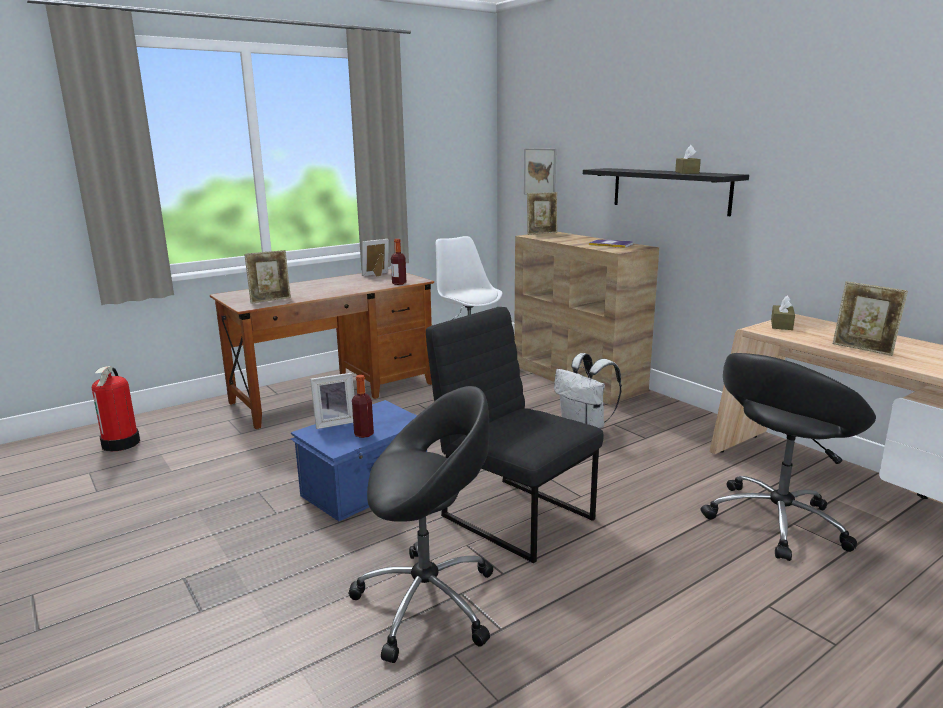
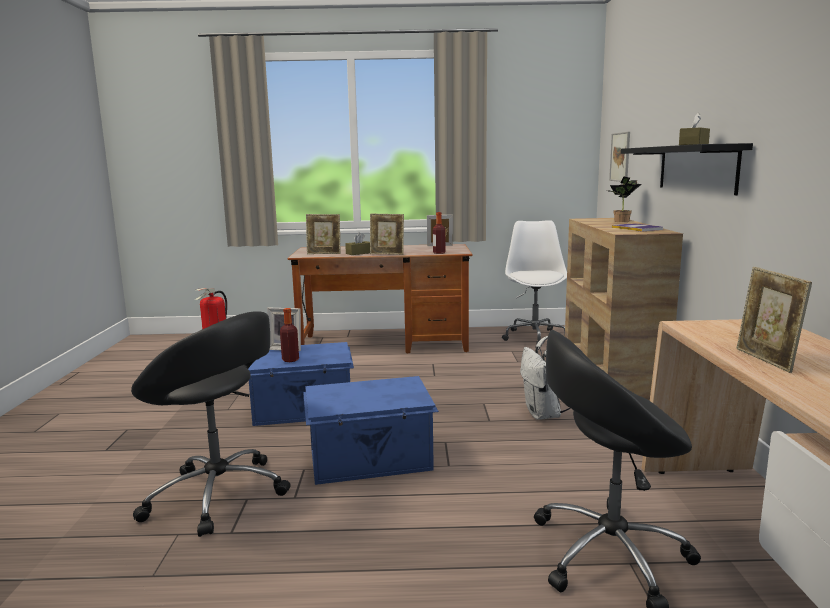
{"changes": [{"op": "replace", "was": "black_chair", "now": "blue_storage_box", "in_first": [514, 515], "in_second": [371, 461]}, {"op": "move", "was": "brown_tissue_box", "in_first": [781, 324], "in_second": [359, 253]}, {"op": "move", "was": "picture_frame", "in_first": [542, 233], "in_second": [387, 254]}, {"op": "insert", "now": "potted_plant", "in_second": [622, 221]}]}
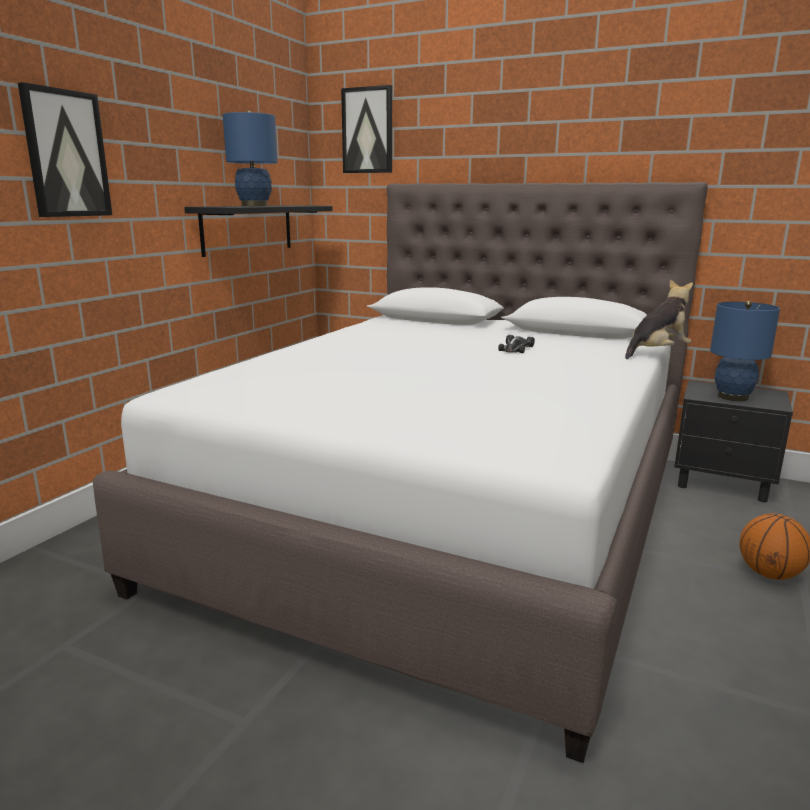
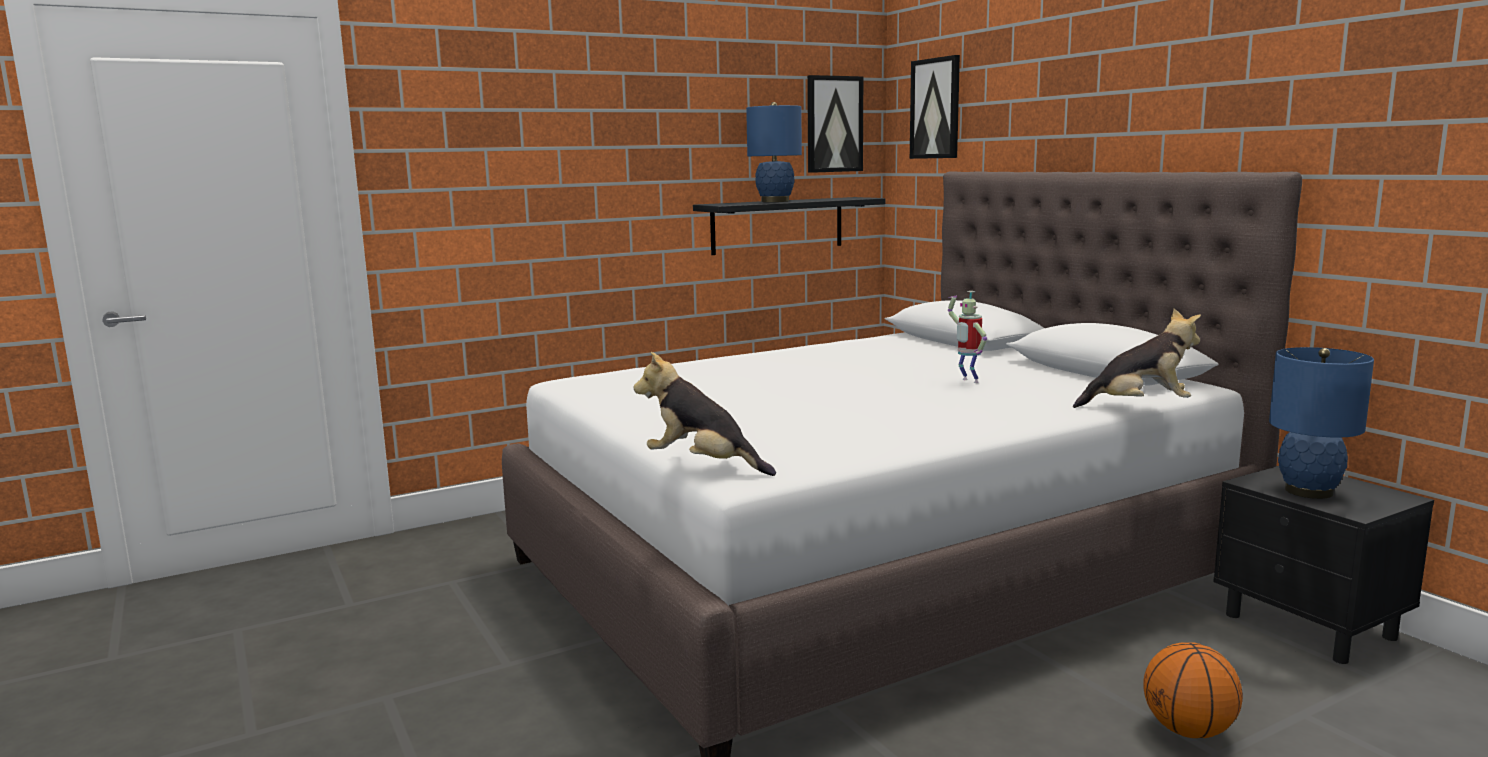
{"changes": [{"op": "insert", "now": "plush_toy", "in_second": [703, 465]}, {"op": "move", "was": "picture", "in_first": [66, 154], "in_second": [834, 124]}, {"op": "replace", "was": "toy_car", "now": "toy_robot", "in_first": [515, 348], "in_second": [967, 381]}]}
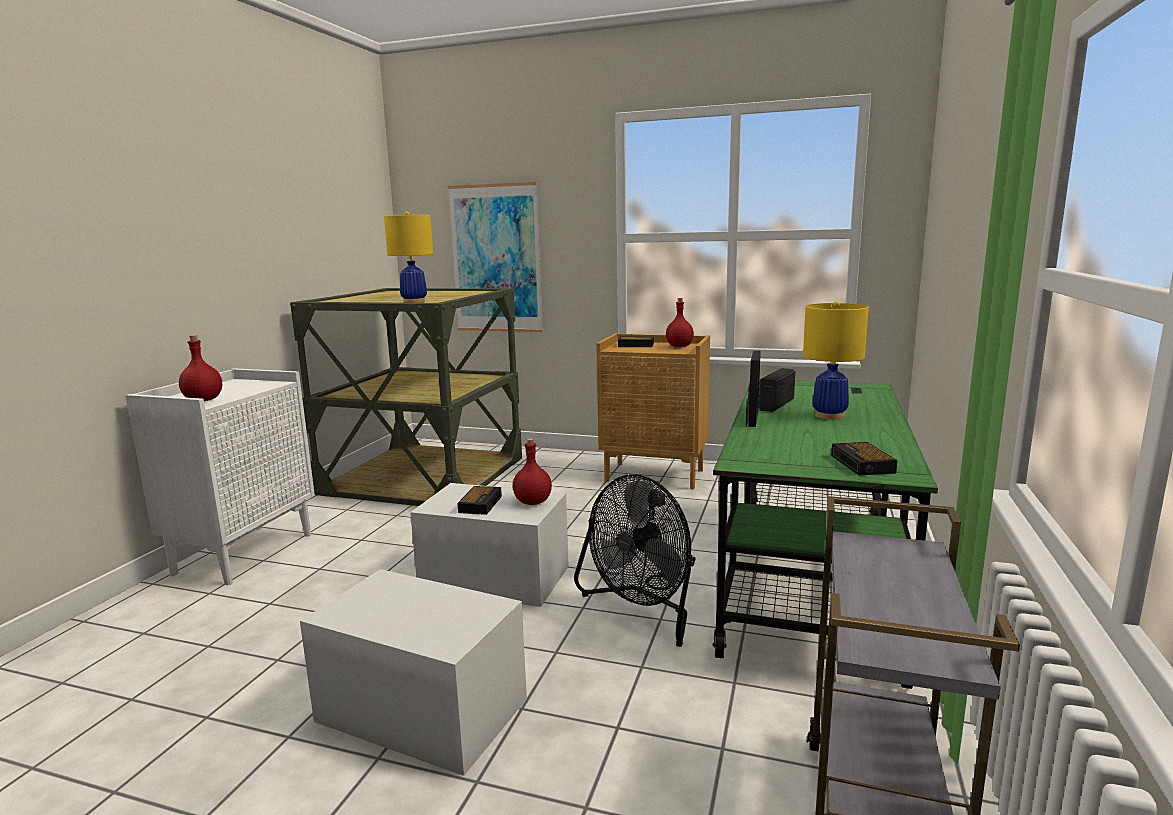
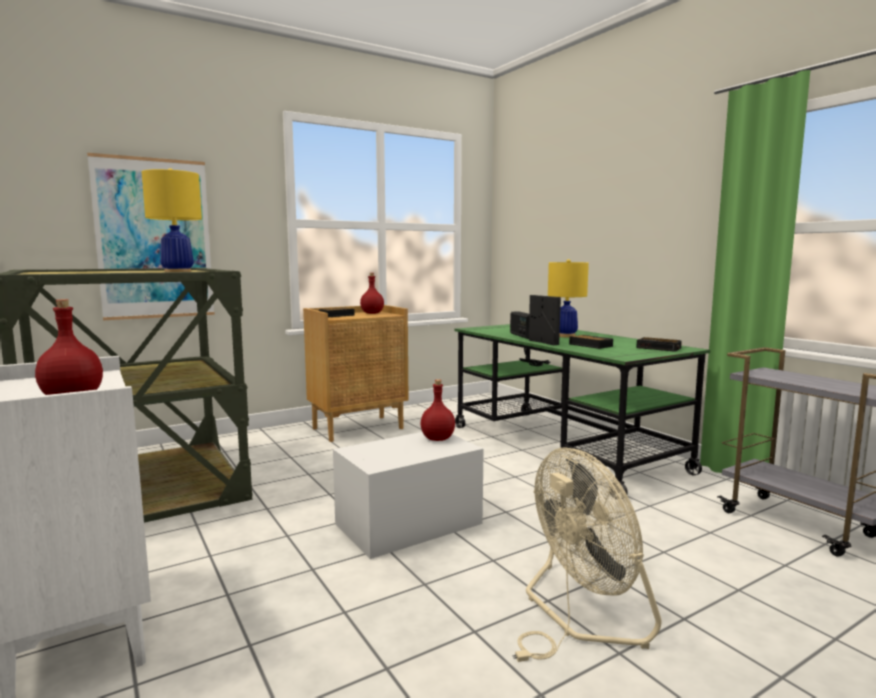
{"changes": [{"op": "replace", "was": "white_storage_box", "now": "beige_fan", "in_first": [421, 710], "in_second": [570, 613]}, {"op": "move", "was": "alarm_clock", "in_first": [480, 504], "in_second": [589, 345]}, {"op": "delete", "was": "black_fan", "in_first": [643, 607]}]}
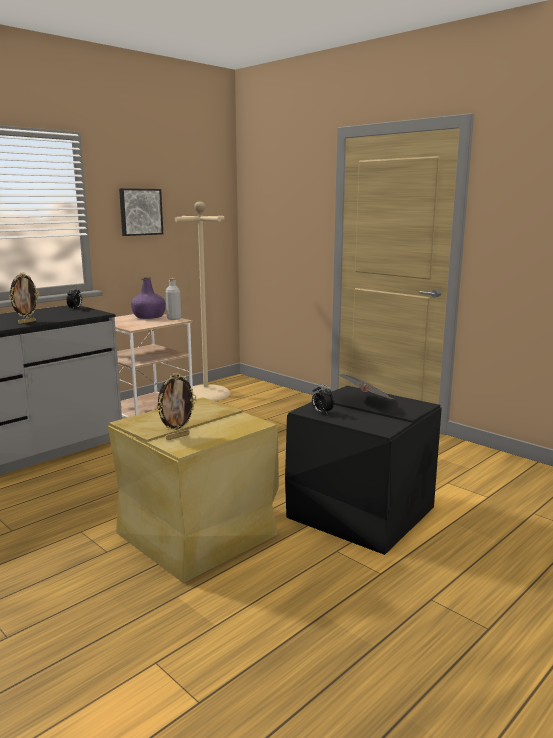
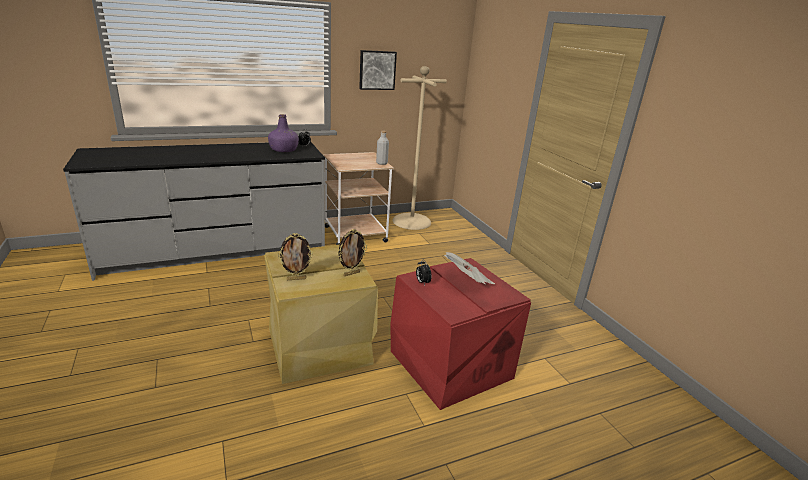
{"changes": [{"op": "move", "was": "purple_bottle", "in_first": [149, 317], "in_second": [284, 150]}, {"op": "move", "was": "picture_frame", "in_first": [26, 322], "in_second": [351, 273]}, {"op": "recolor", "was": "black_storage_box", "now": "red_storage_box", "in_first": [361, 513], "in_second": [450, 365]}]}
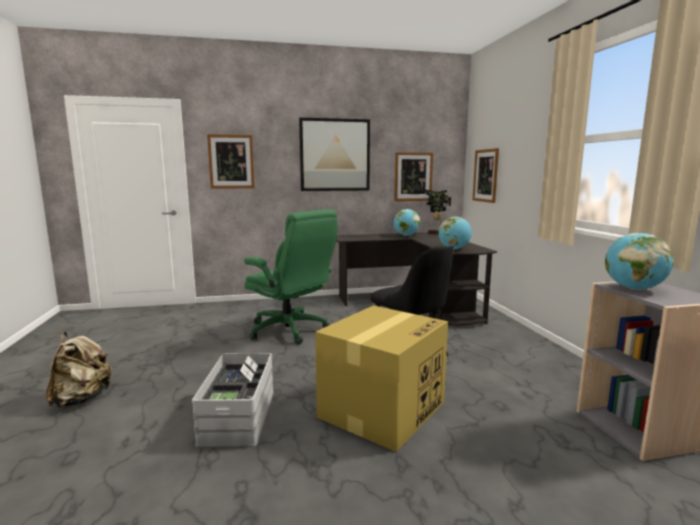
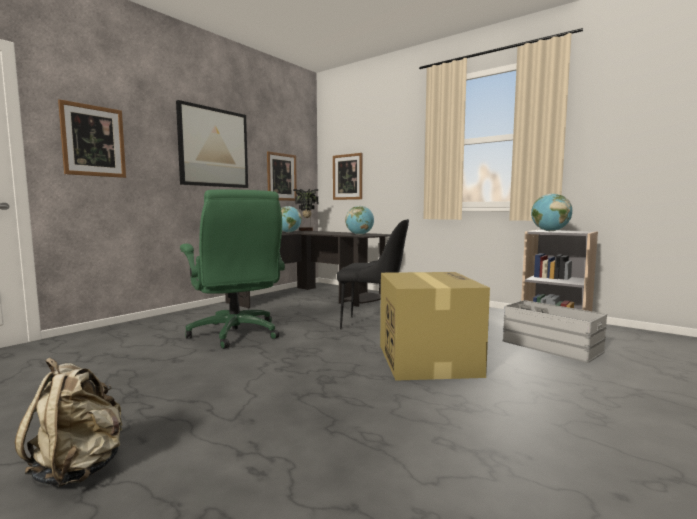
{"changes": [{"op": "rotate", "was": "green_office_chair", "in_first": [291, 331], "in_second": [236, 335], "clockwise": 60}, {"op": "move", "was": "grey_storage_box", "in_first": [237, 415], "in_second": [550, 346]}]}
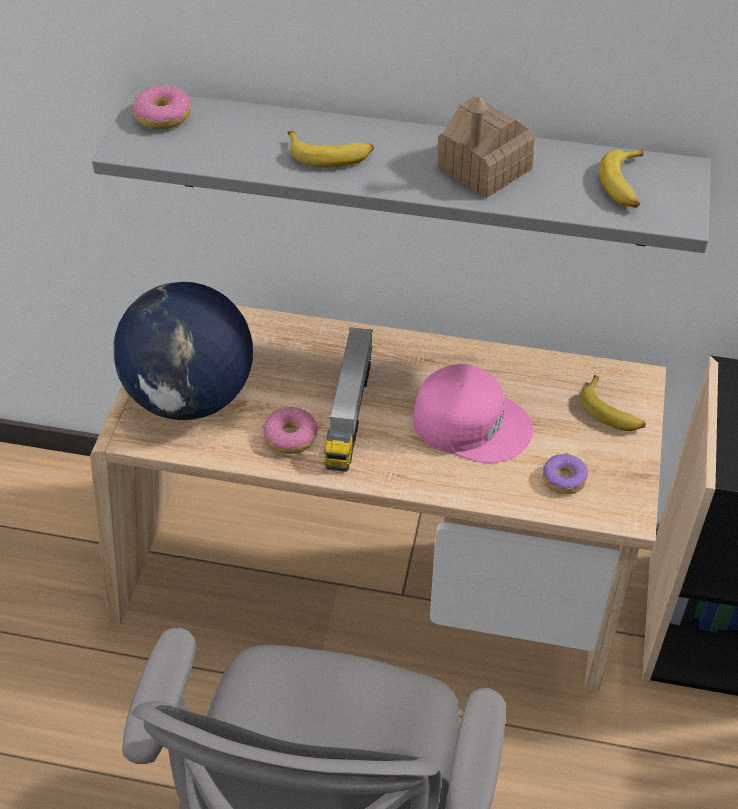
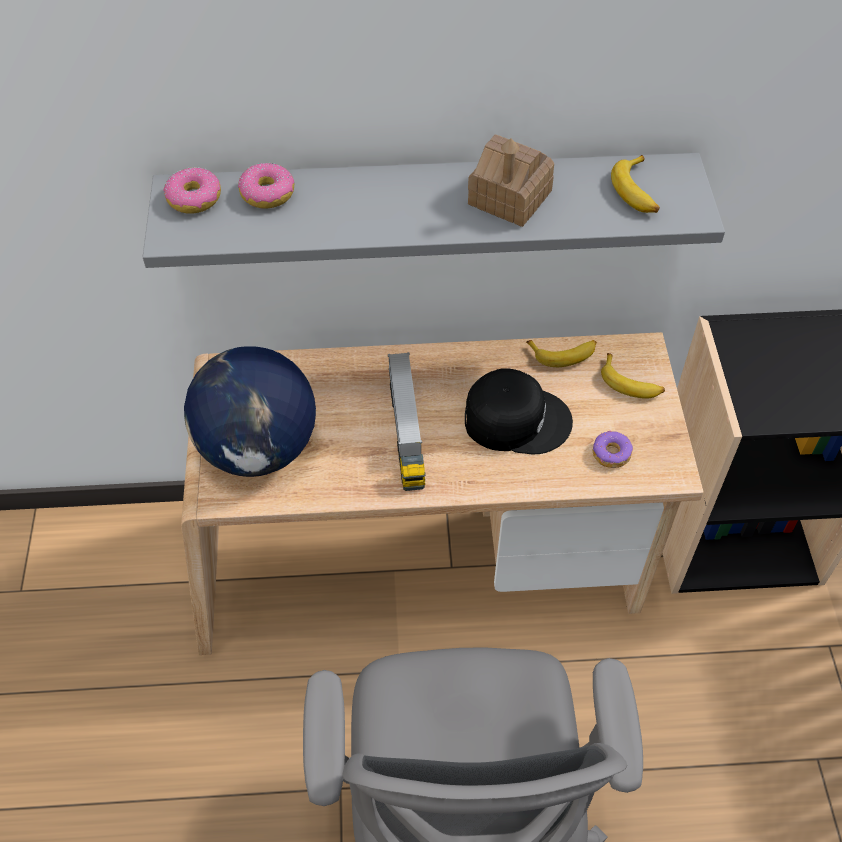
{"changes": [{"op": "move", "was": "donut", "in_first": [291, 437], "in_second": [268, 194]}, {"op": "recolor", "was": "pink_cap", "now": "black_cap", "in_first": [471, 422], "in_second": [516, 418]}, {"op": "move", "was": "banana", "in_first": [330, 155], "in_second": [563, 354]}]}
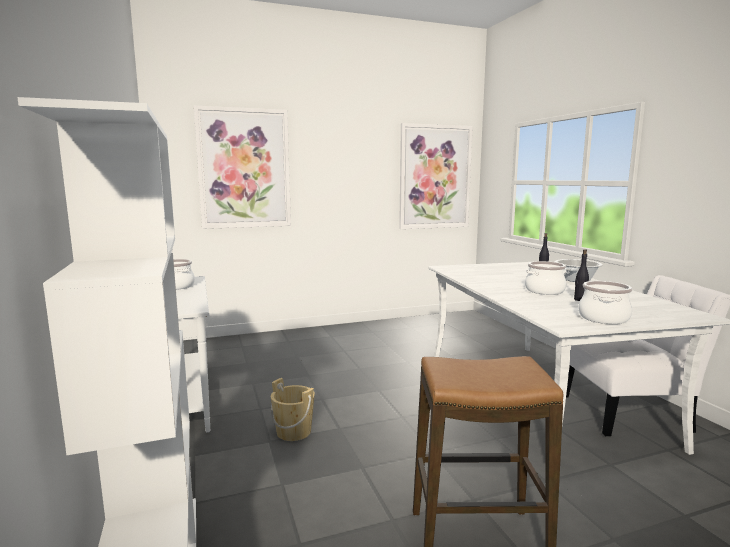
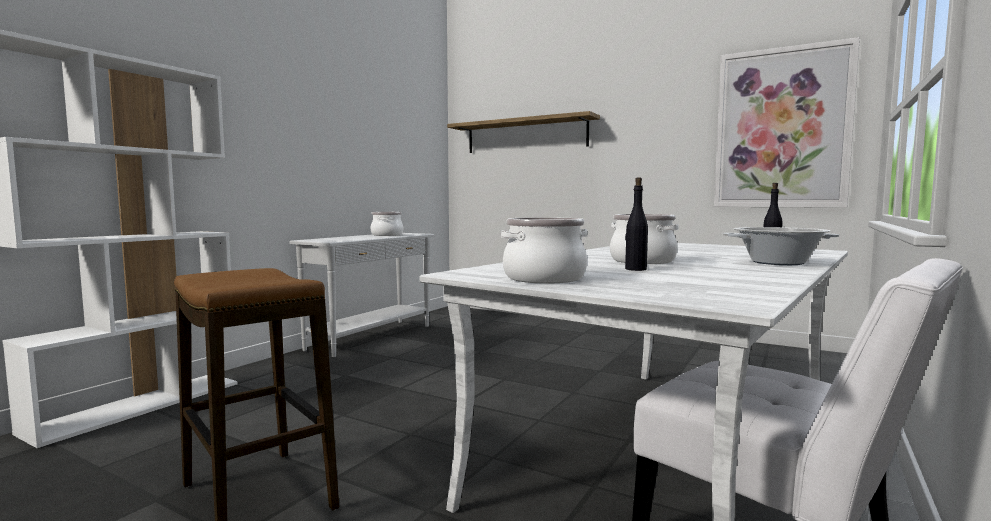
{"changes": [{"op": "replace", "was": "picture", "now": "shelf", "in_first": [244, 169], "in_second": [525, 135]}, {"op": "delete", "was": "beige_bucket", "in_first": [293, 432]}]}
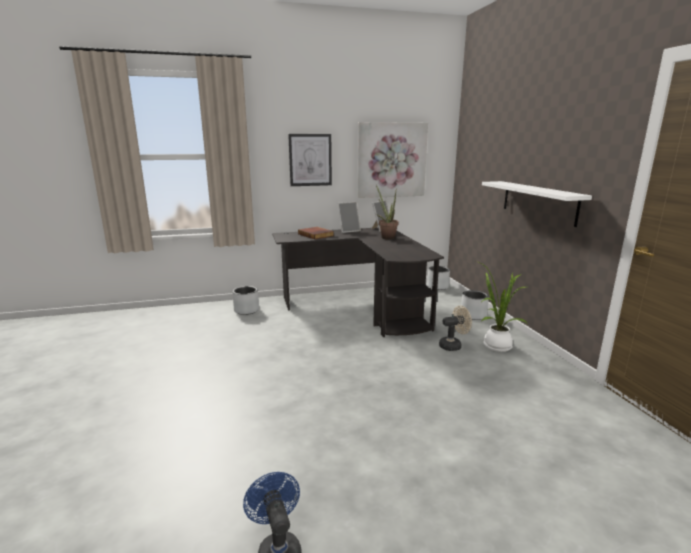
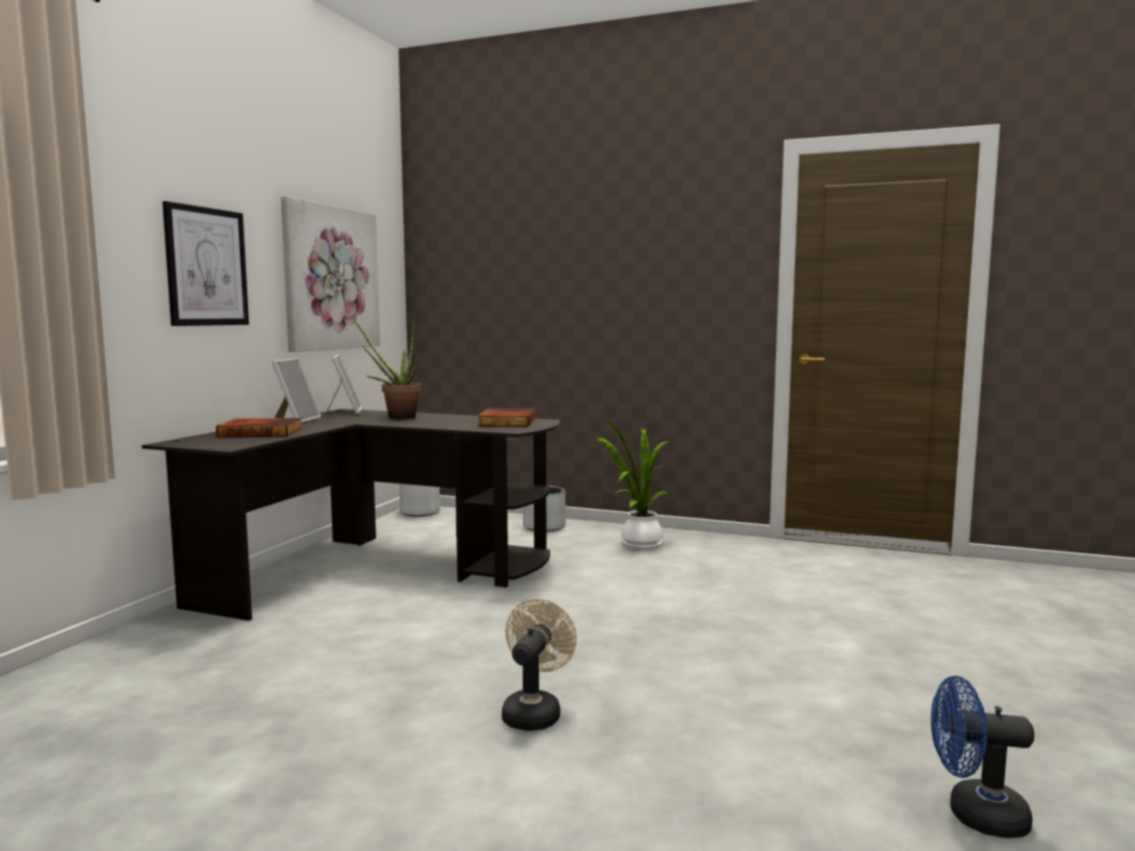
{"changes": [{"op": "insert", "now": "book", "in_second": [505, 422]}, {"op": "move", "was": "beige_fan", "in_first": [453, 345], "in_second": [534, 712]}, {"op": "delete", "was": "grey_planter", "in_first": [246, 310]}, {"op": "delete", "was": "white_shelf", "in_first": [538, 202]}]}
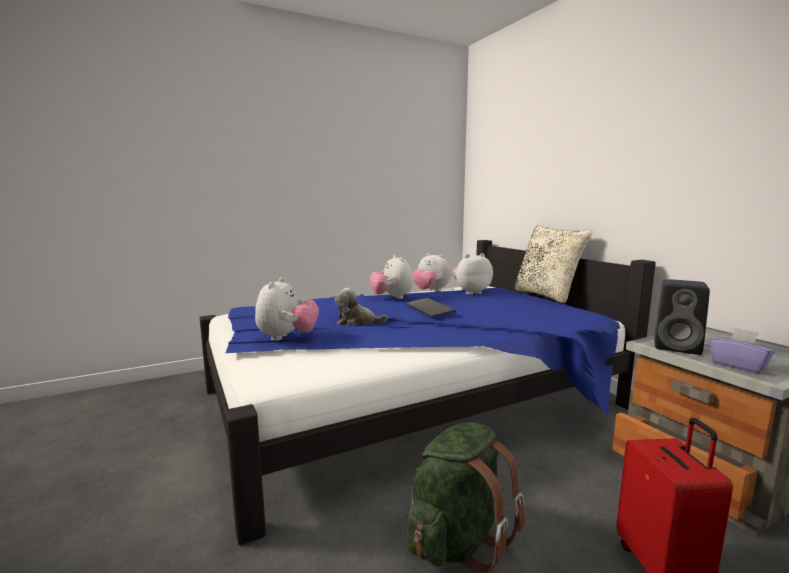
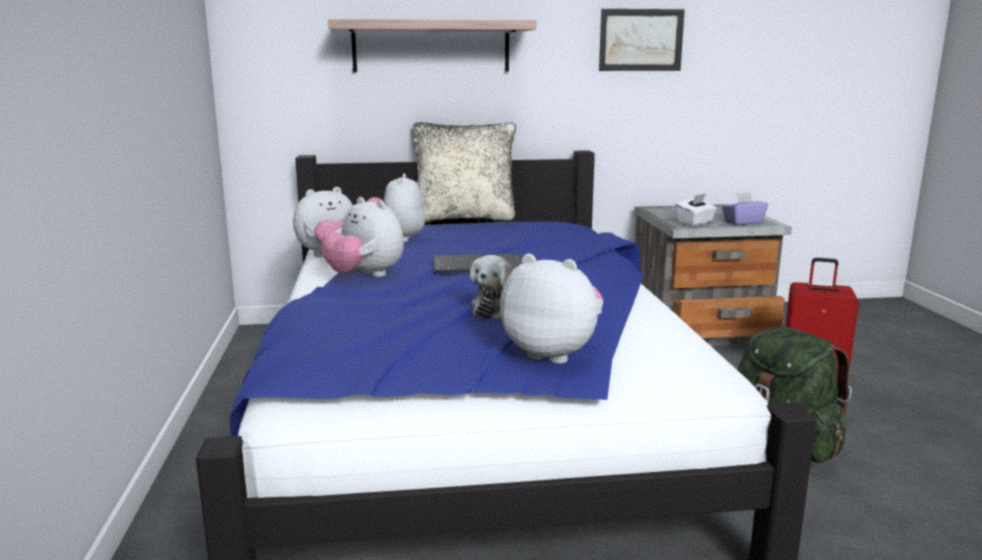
{"changes": [{"op": "rotate", "was": "plush_toy", "in_first": [392, 297], "in_second": [365, 276], "clockwise": 45}, {"op": "insert", "now": "shelf", "in_second": [431, 47]}, {"op": "insert", "now": "picture", "in_second": [641, 40]}, {"op": "replace", "was": "black_speaker", "now": "white_tissue_box", "in_first": [678, 347], "in_second": [695, 223]}]}
